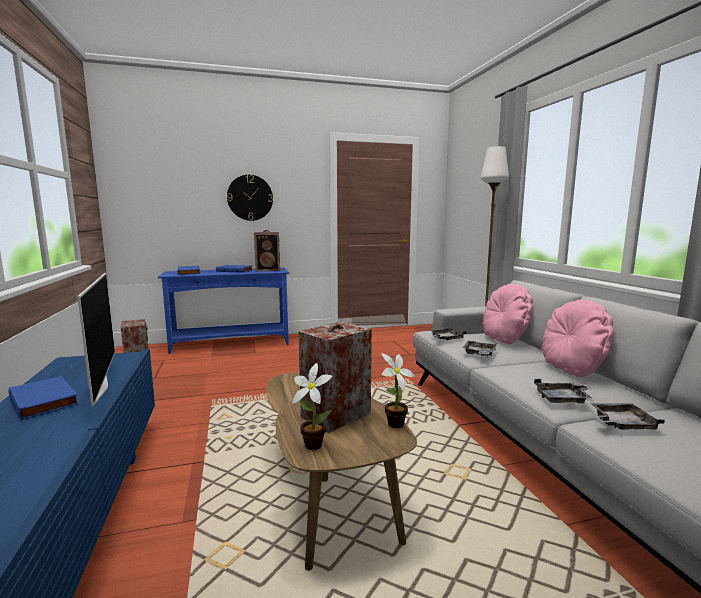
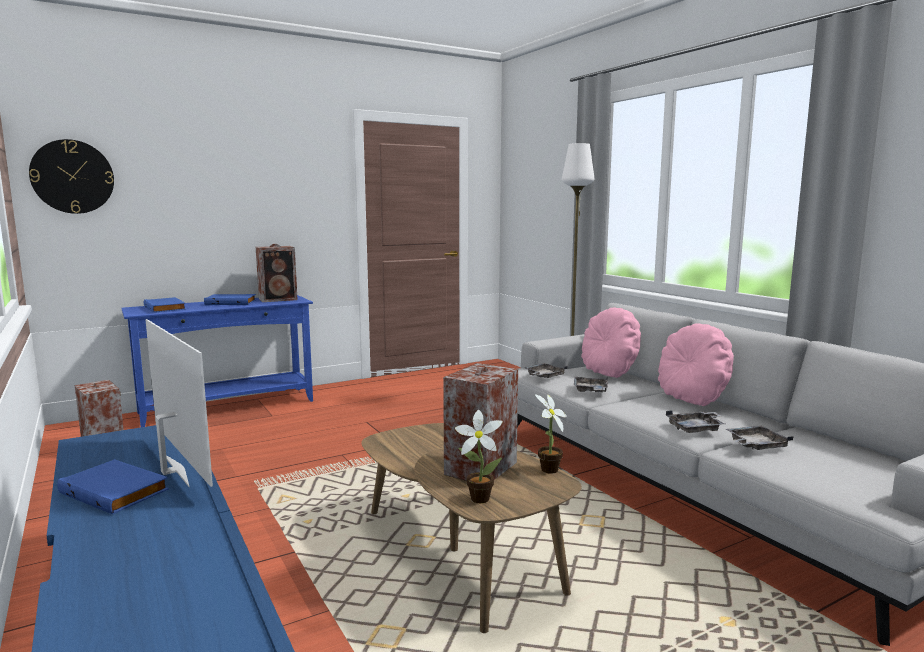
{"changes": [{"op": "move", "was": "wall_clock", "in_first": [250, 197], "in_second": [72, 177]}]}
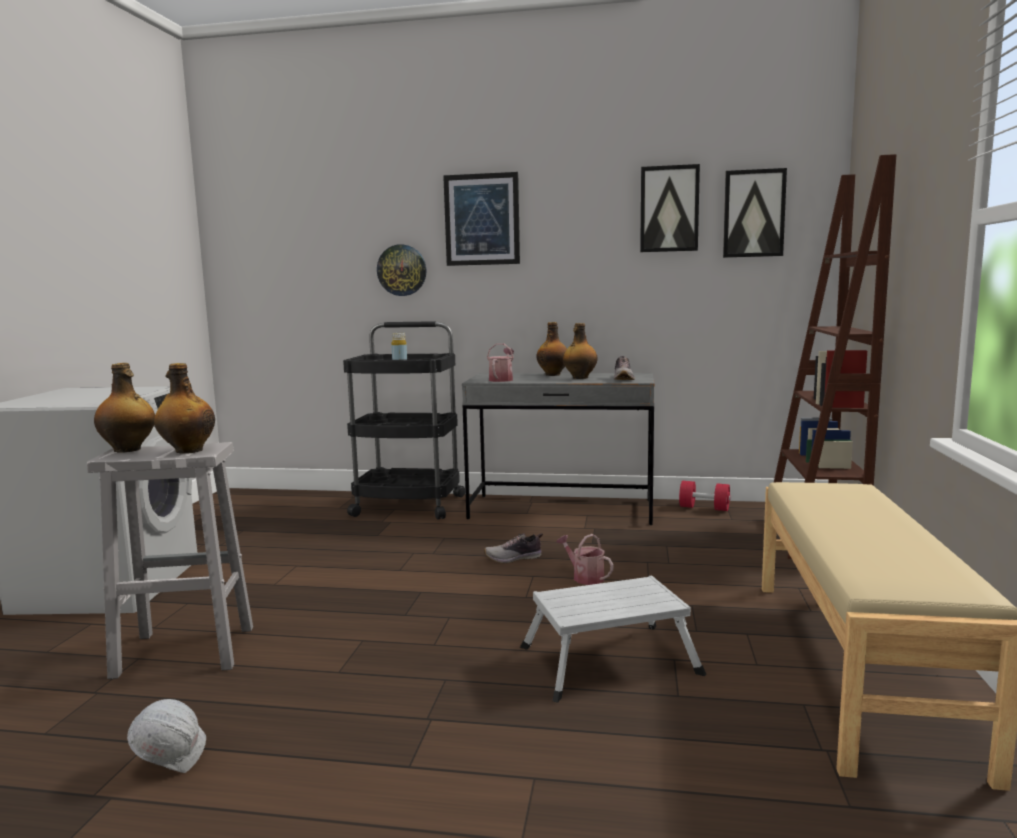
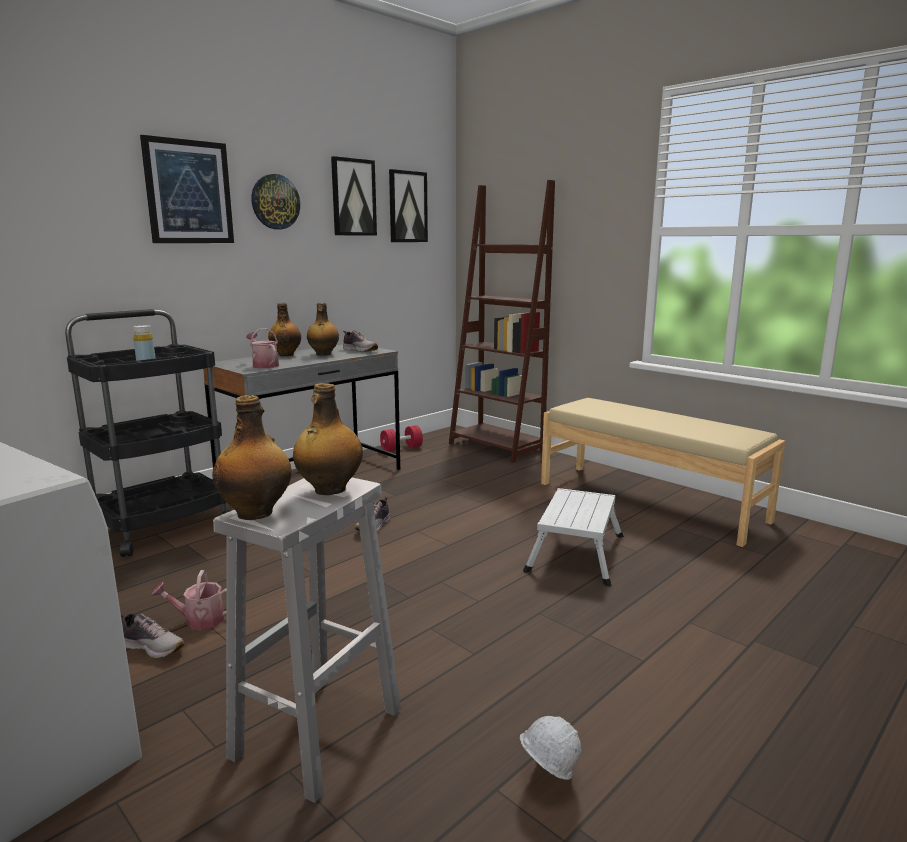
{"changes": [{"op": "insert", "now": "shoe", "in_second": [153, 647]}, {"op": "move", "was": "watering_can", "in_first": [585, 577], "in_second": [199, 620]}, {"op": "move", "was": "wall_clock", "in_first": [402, 270], "in_second": [275, 202]}]}
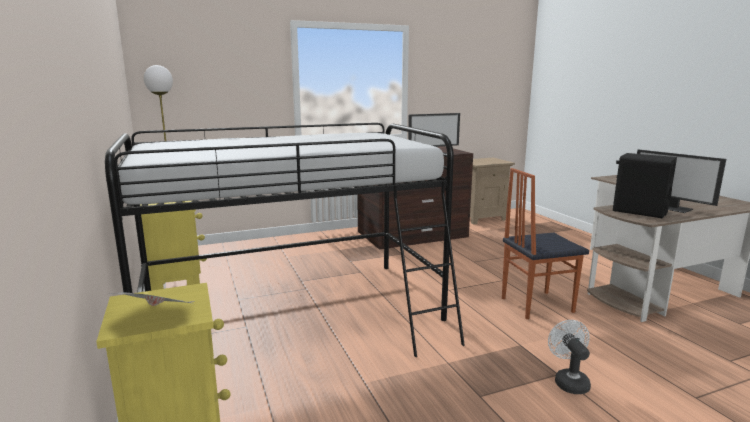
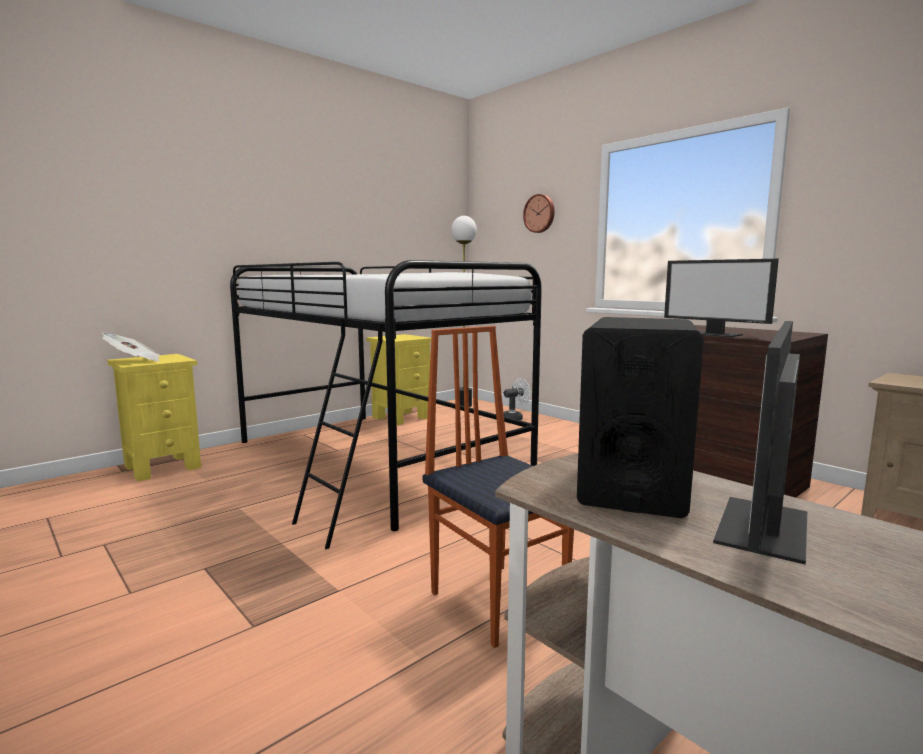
{"changes": [{"op": "move", "was": "white_fan", "in_first": [568, 381], "in_second": [515, 418]}, {"op": "insert", "now": "wall_clock", "in_second": [540, 213]}]}
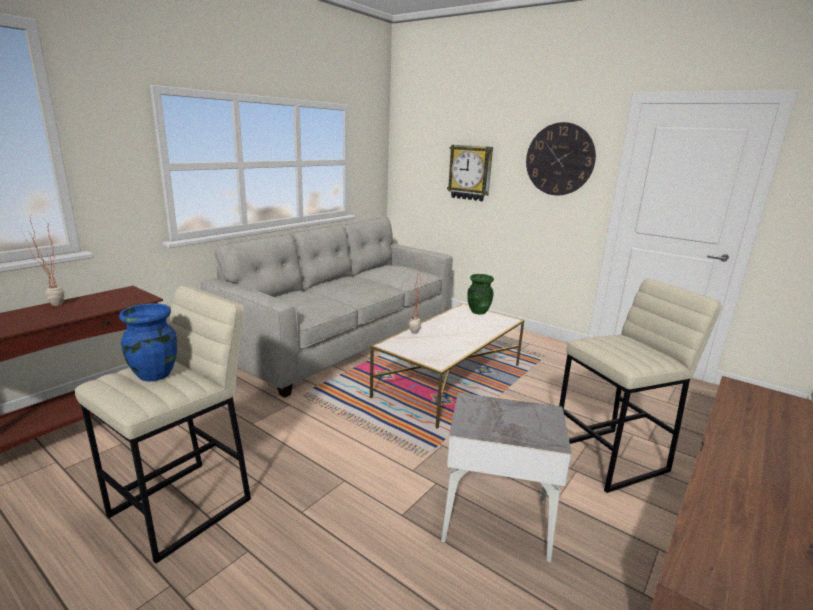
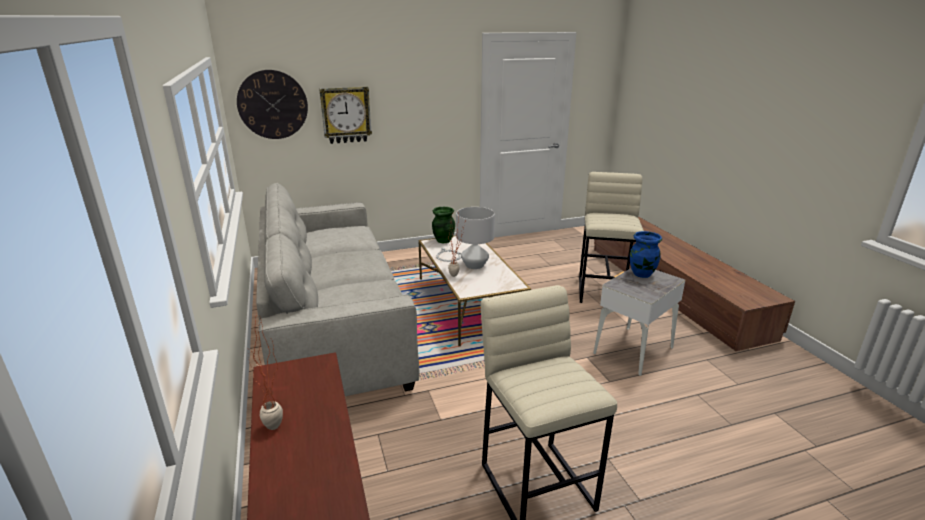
{"changes": [{"op": "move", "was": "wall_clock", "in_first": [559, 159], "in_second": [273, 105]}, {"op": "insert", "now": "white_table_lamp", "in_second": [464, 261]}, {"op": "move", "was": "blue_vase", "in_first": [153, 375], "in_second": [642, 274]}]}
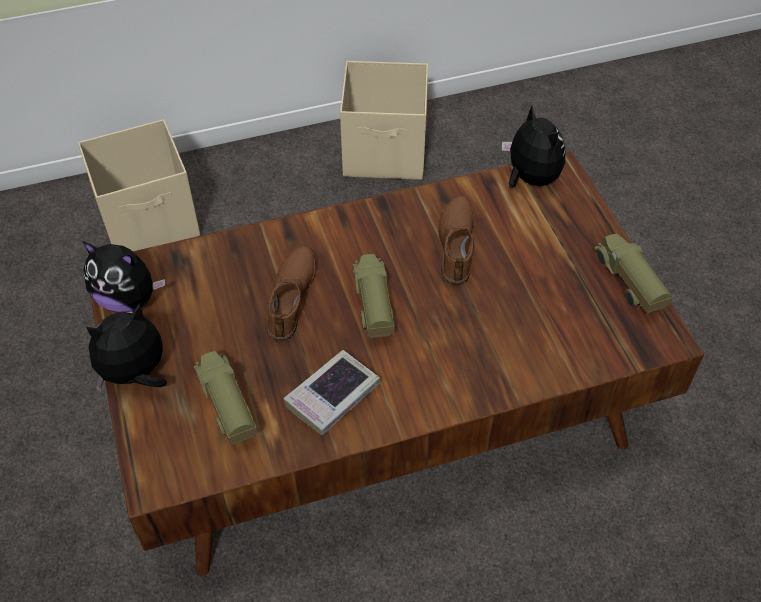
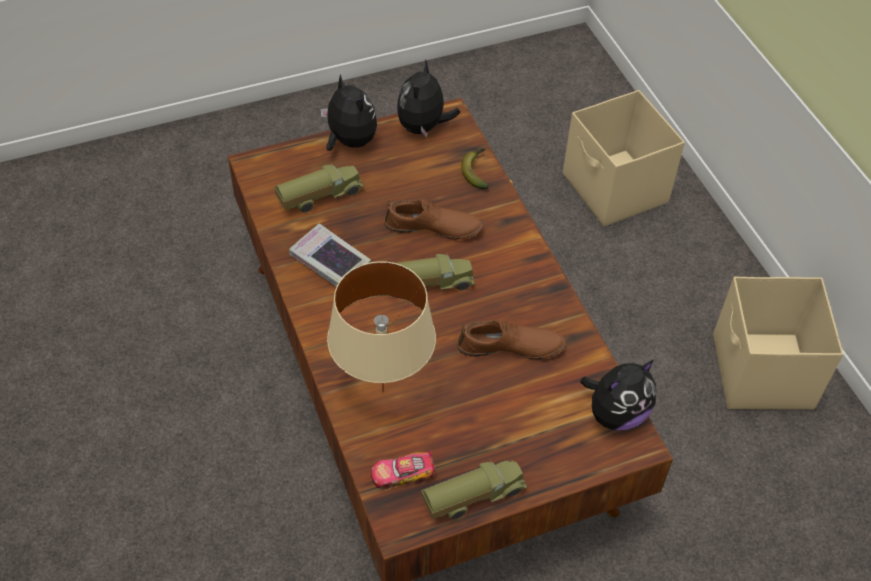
{"changes": [{"op": "insert", "now": "beige_table_lamp", "in_second": [381, 392]}, {"op": "insert", "now": "toy_car", "in_second": [402, 474]}, {"op": "insert", "now": "banana", "in_second": [476, 171]}]}
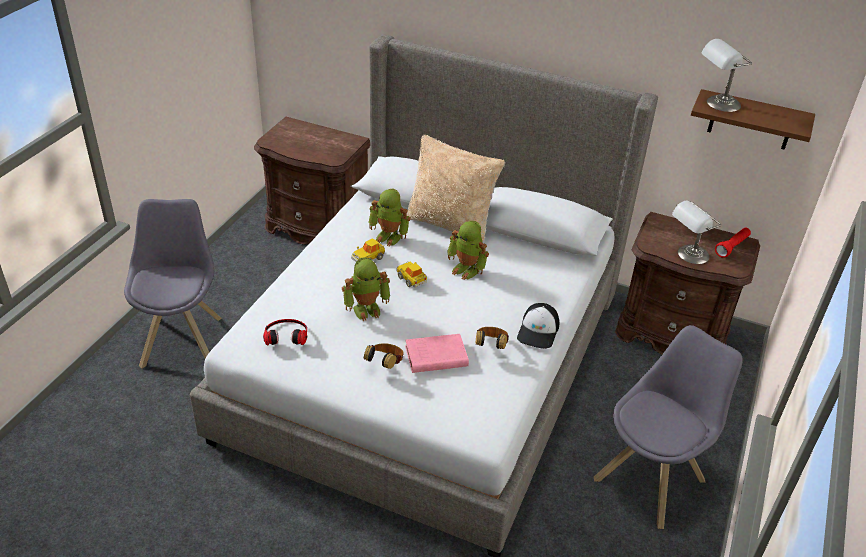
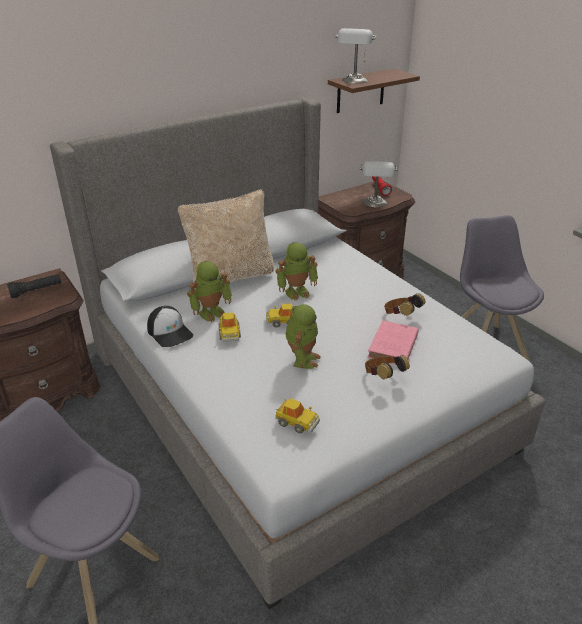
{"changes": [{"op": "insert", "now": "black_flashlight", "in_second": [36, 291]}, {"op": "move", "was": "cap", "in_first": [538, 331], "in_second": [170, 332]}, {"op": "replace", "was": "headphones", "now": "toy_car", "in_first": [286, 334], "in_second": [296, 422]}]}
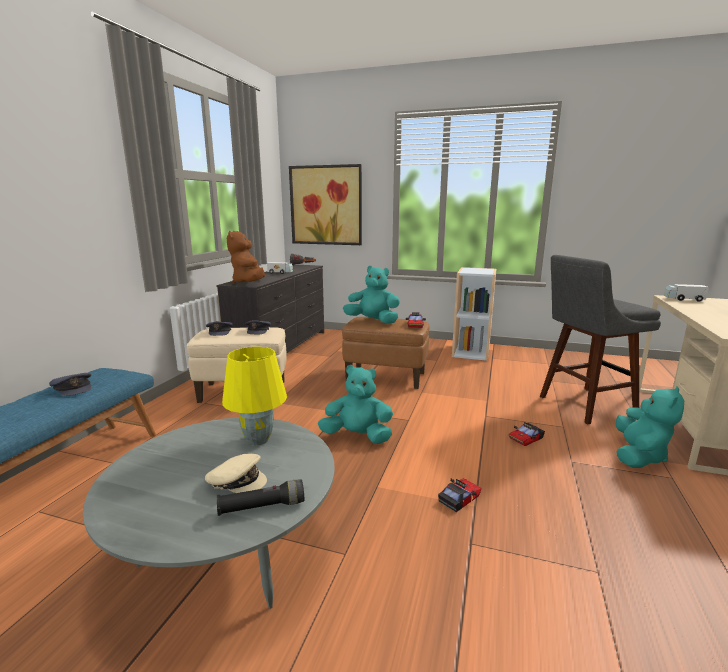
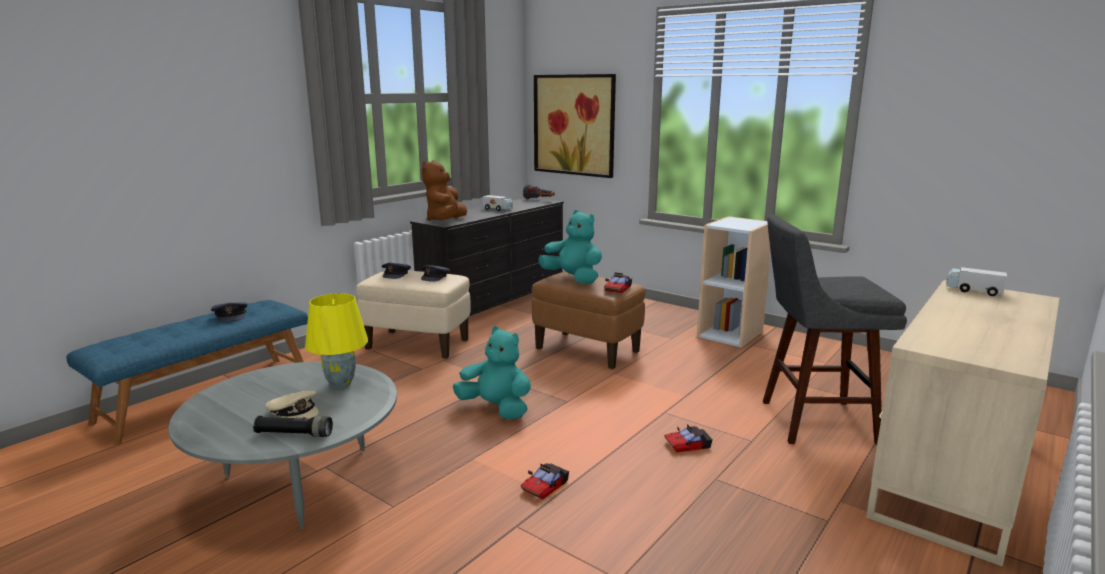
{"changes": [{"op": "rotate", "was": "toy_car", "in_first": [459, 498], "in_second": [545, 486], "clockwise": 150}, {"op": "delete", "was": "turquoise_plush_toy", "in_first": [639, 456]}]}
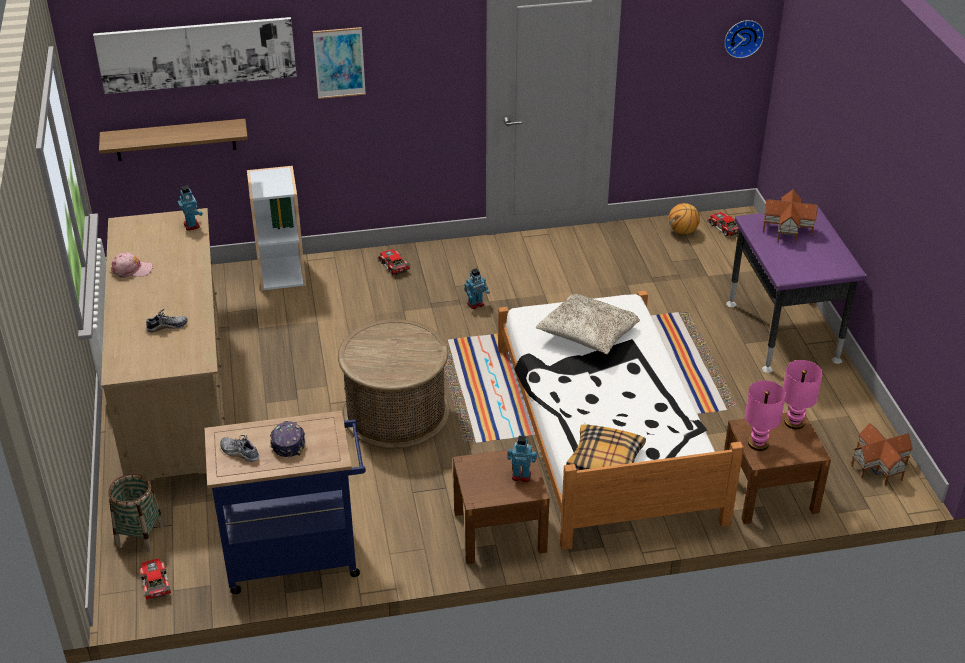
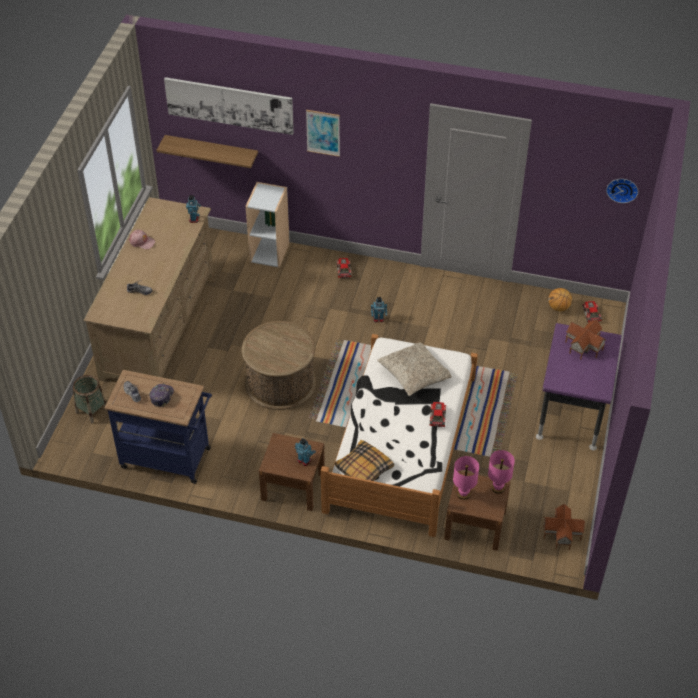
{"changes": [{"op": "move", "was": "toy_car", "in_first": [154, 583], "in_second": [436, 417]}]}
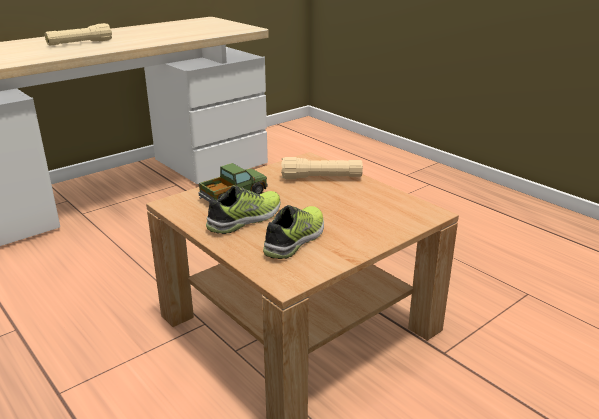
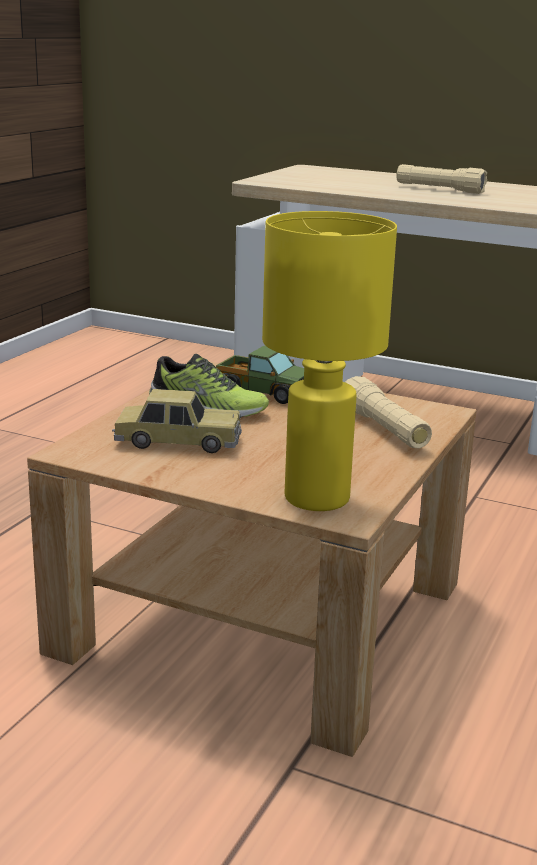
{"changes": [{"op": "replace", "was": "shoe", "now": "toy_car", "in_first": [296, 239], "in_second": [177, 441]}, {"op": "insert", "now": "yellow_table_lamp", "in_second": [315, 498]}]}
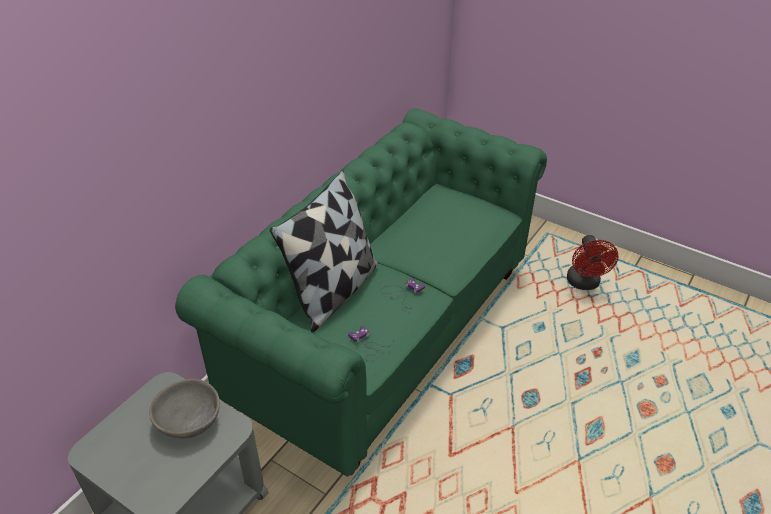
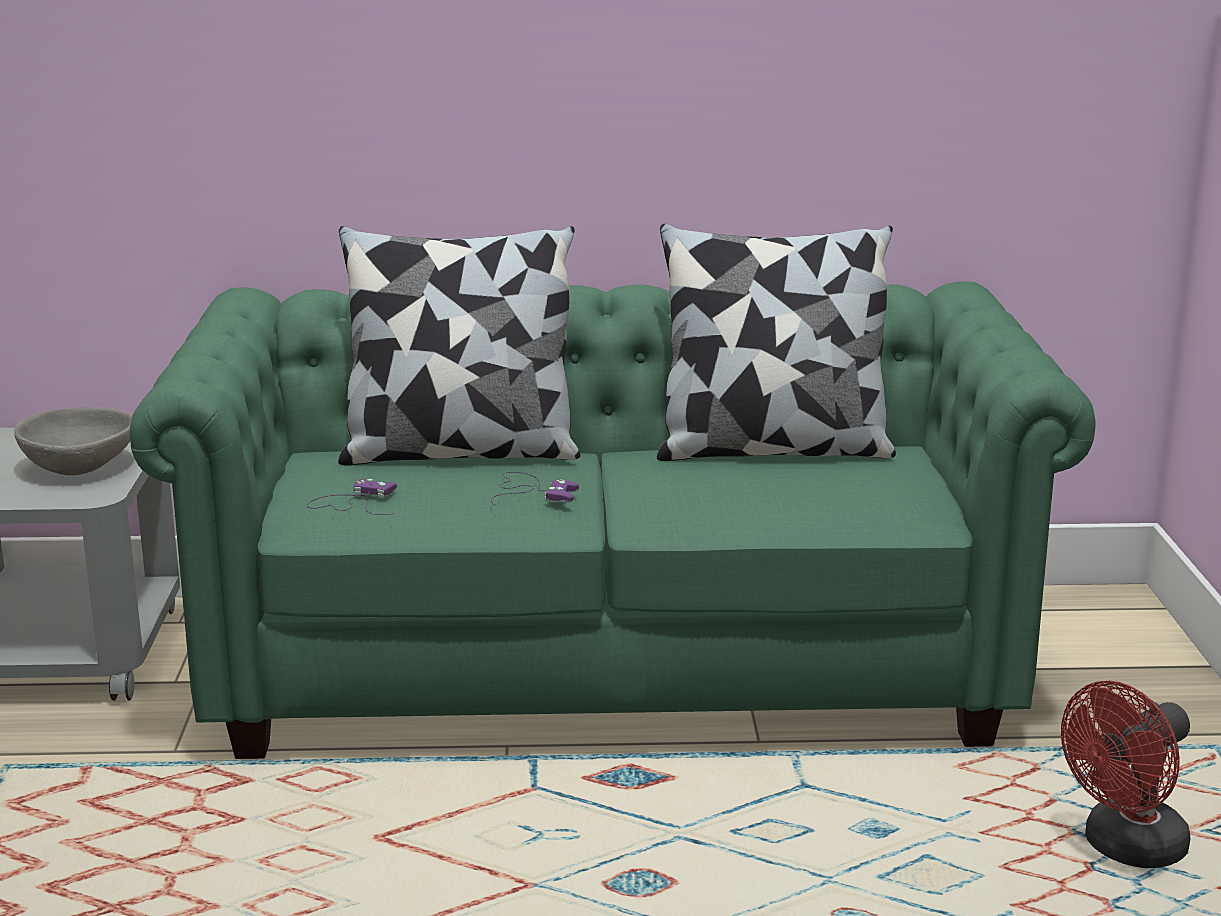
{"changes": [{"op": "insert", "now": "pillow", "in_second": [772, 449]}]}
